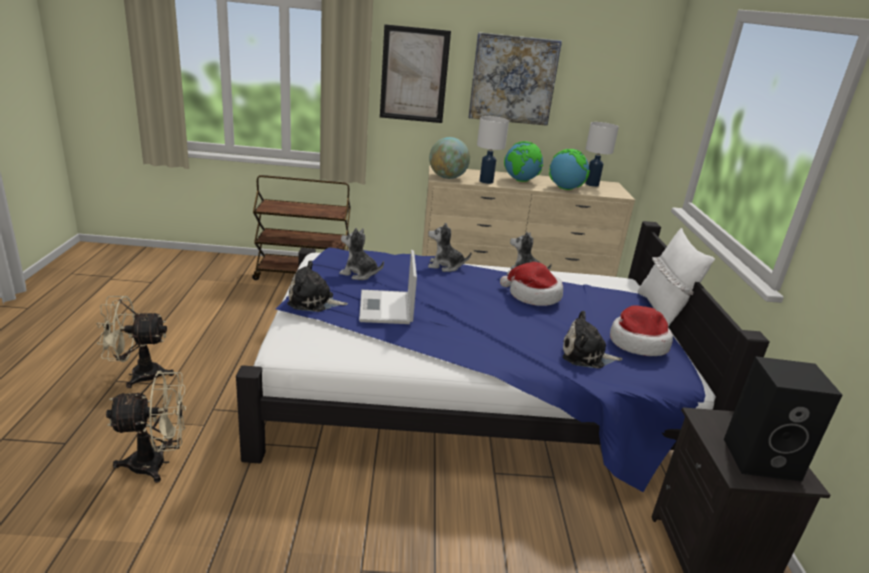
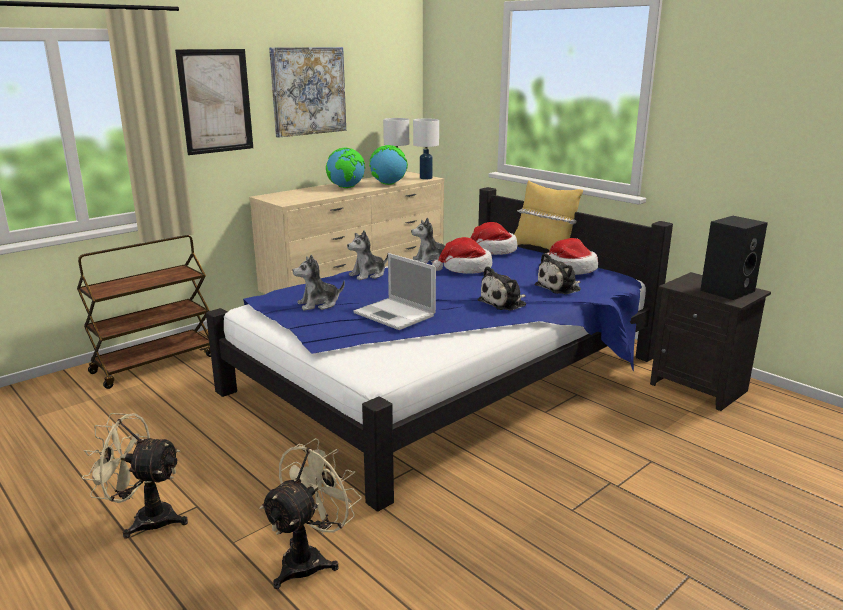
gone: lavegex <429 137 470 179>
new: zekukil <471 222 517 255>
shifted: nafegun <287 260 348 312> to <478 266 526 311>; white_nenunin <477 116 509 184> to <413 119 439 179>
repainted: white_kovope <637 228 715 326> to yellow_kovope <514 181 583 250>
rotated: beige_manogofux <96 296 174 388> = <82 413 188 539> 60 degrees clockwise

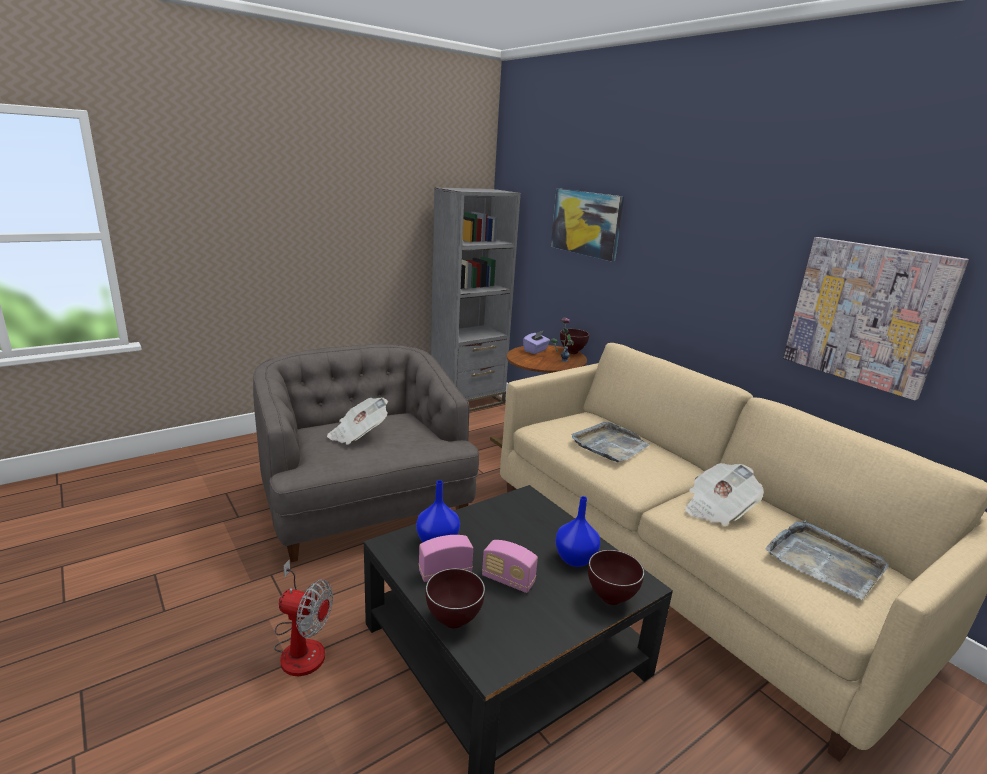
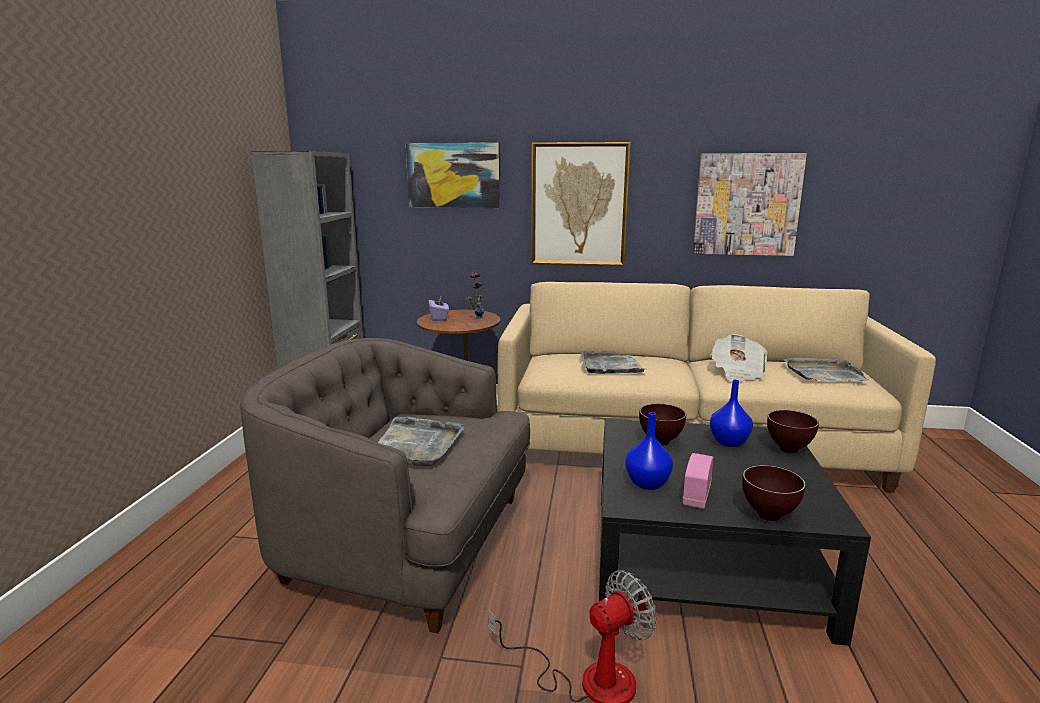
gone: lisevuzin <482 540 538 593>
new: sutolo <531 142 630 266>
shifted: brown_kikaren <560 329 589 354> to <639 404 686 446>
swapped: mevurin <327 398 388 445> to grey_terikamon <378 417 465 466>

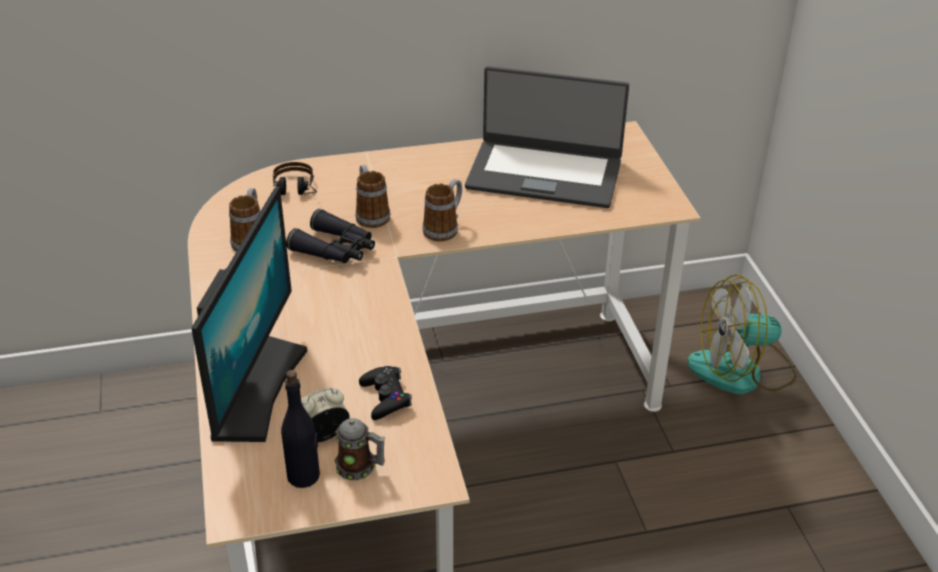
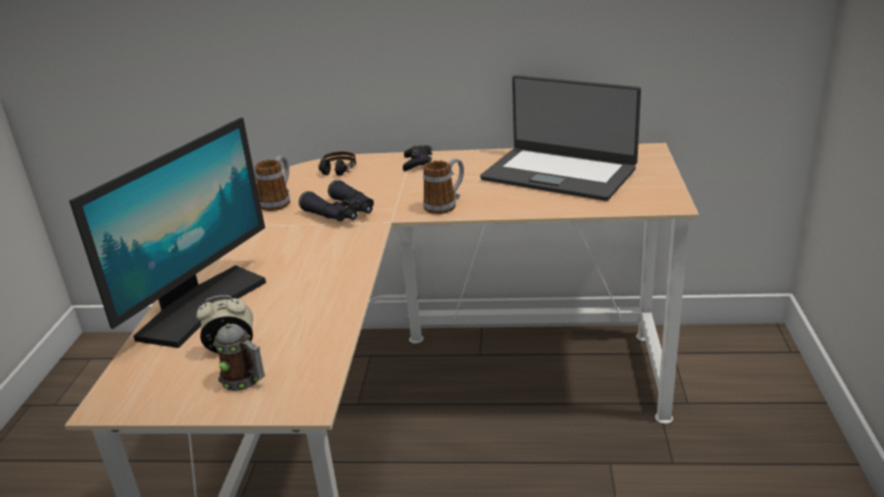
gone: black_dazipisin <281 370 320 488>; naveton <355 165 390 228>; manogofux <687 274 796 394>
shifted: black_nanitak <359 366 412 420> to <403 145 432 171>

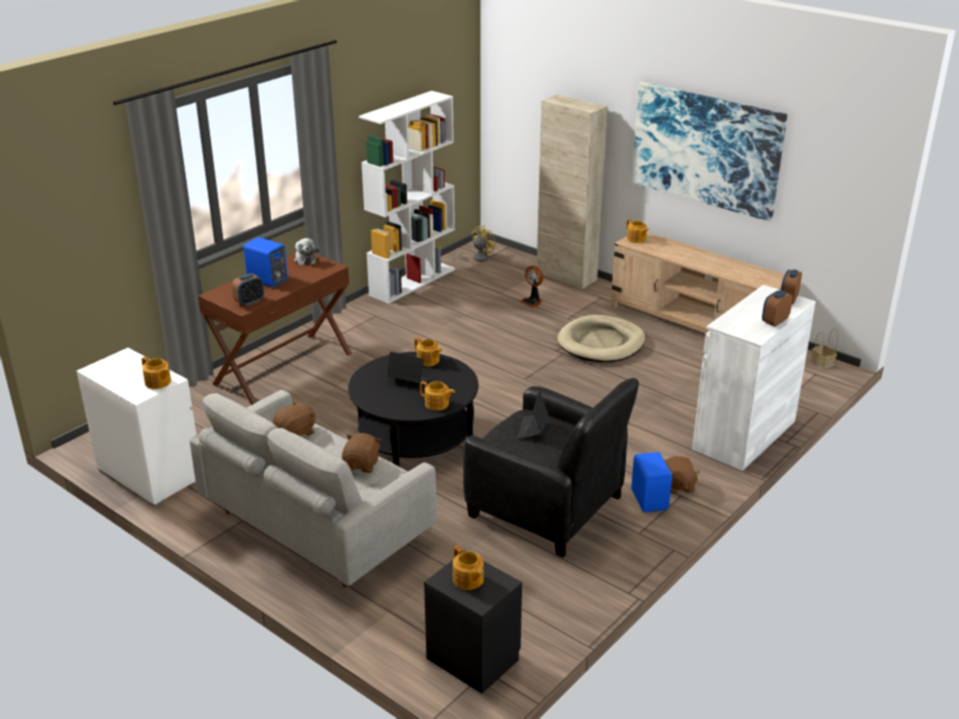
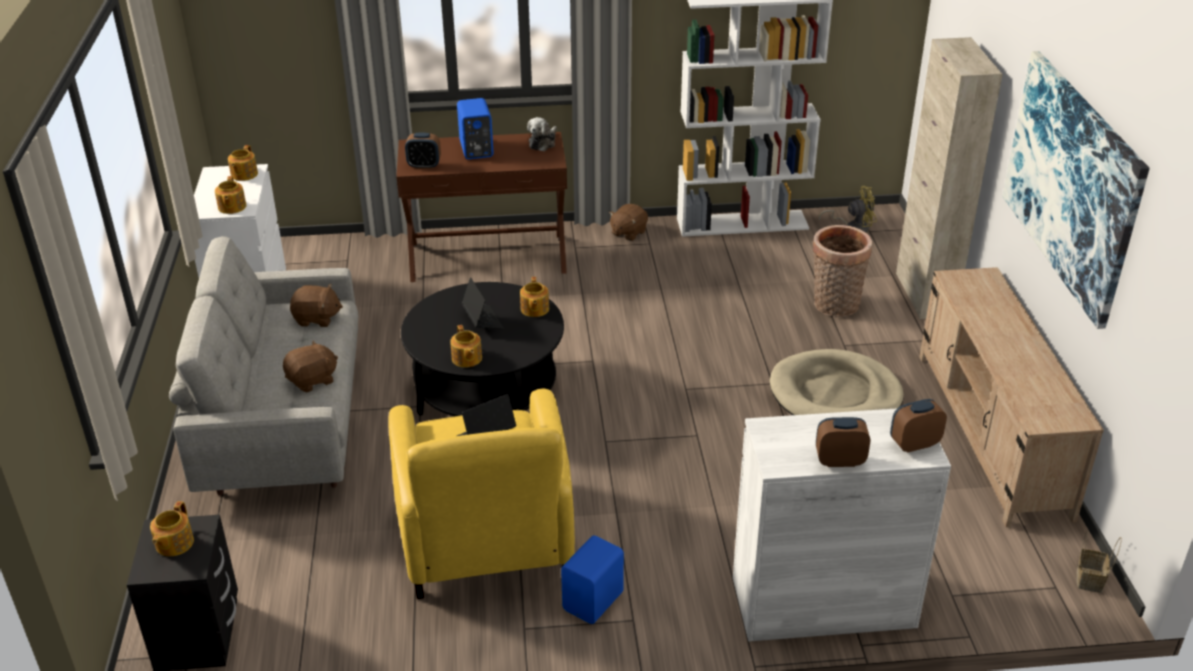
shifted: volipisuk <626 219 649 243> to <228 145 258 181>; brown_nafegun <665 456 700 494> to <609 204 648 241>
swapped: manogofux <520 265 543 308> to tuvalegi <813 225 872 317>
repainted: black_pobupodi <463 378 639 557> to yellow_pobupodi <388 389 575 599>

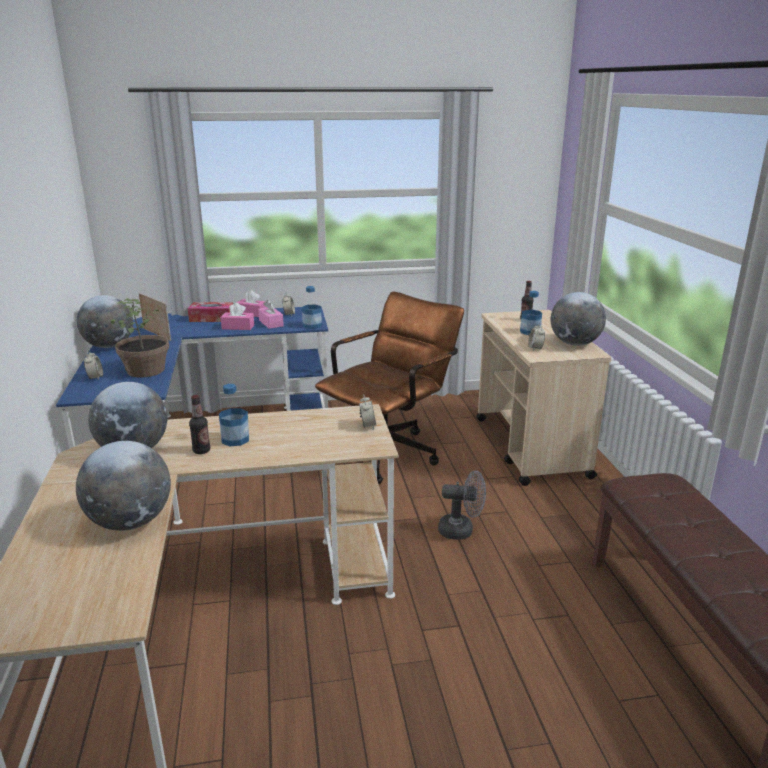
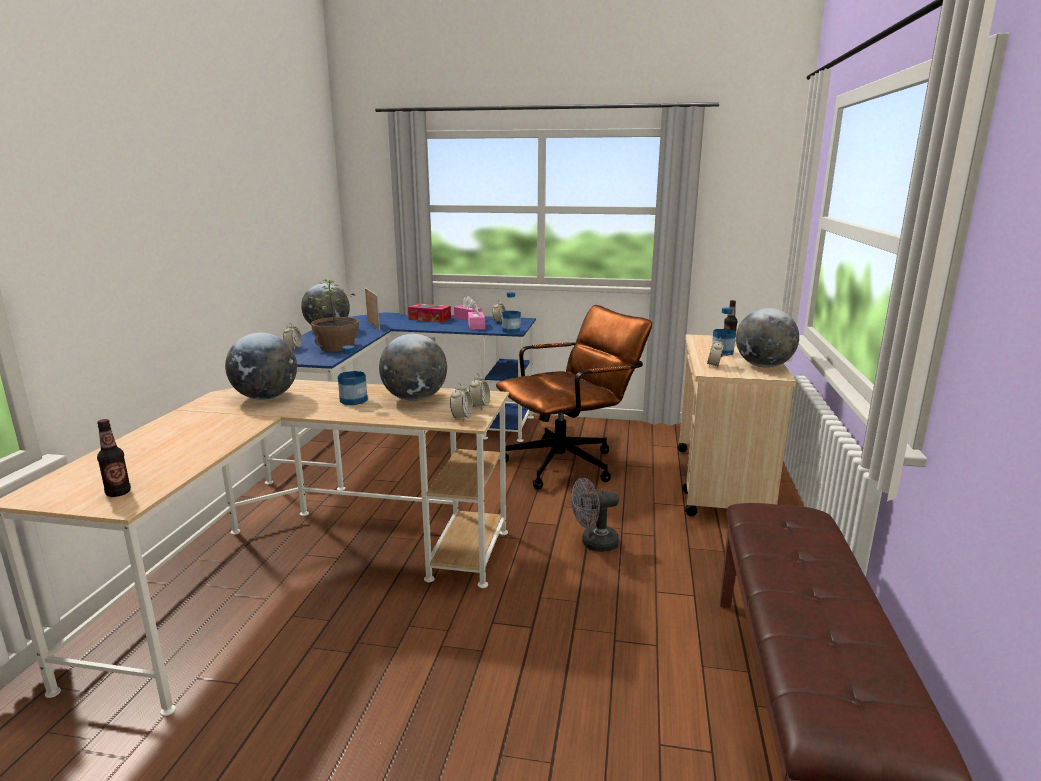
gone: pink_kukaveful <221 303 254 330>
new: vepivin <450 383 473 421>
shifted: lavegex <76 441 171 531> to <379 334 447 401>; dazipisin <189 395 210 454> to <97 419 131 497>
rotated: grey_manogofux <438 470 486 540> = <571 478 619 552> 135 degrees clockwise

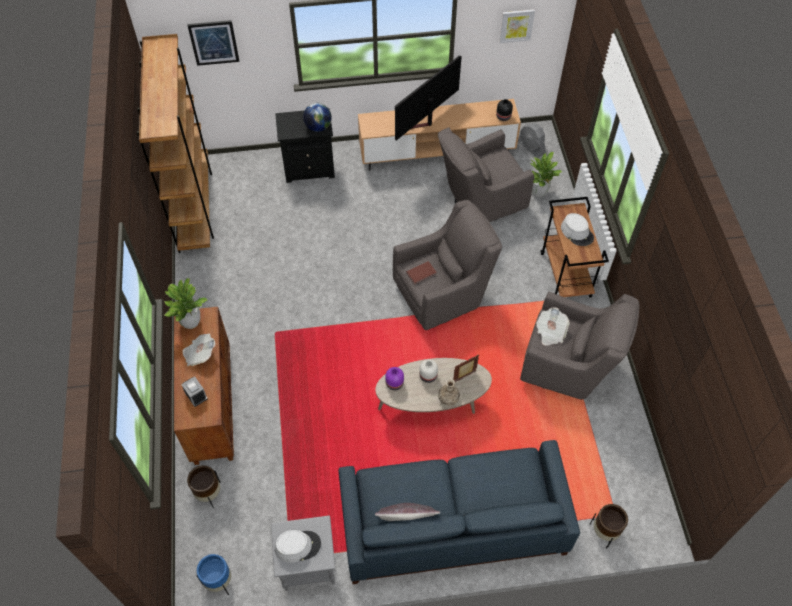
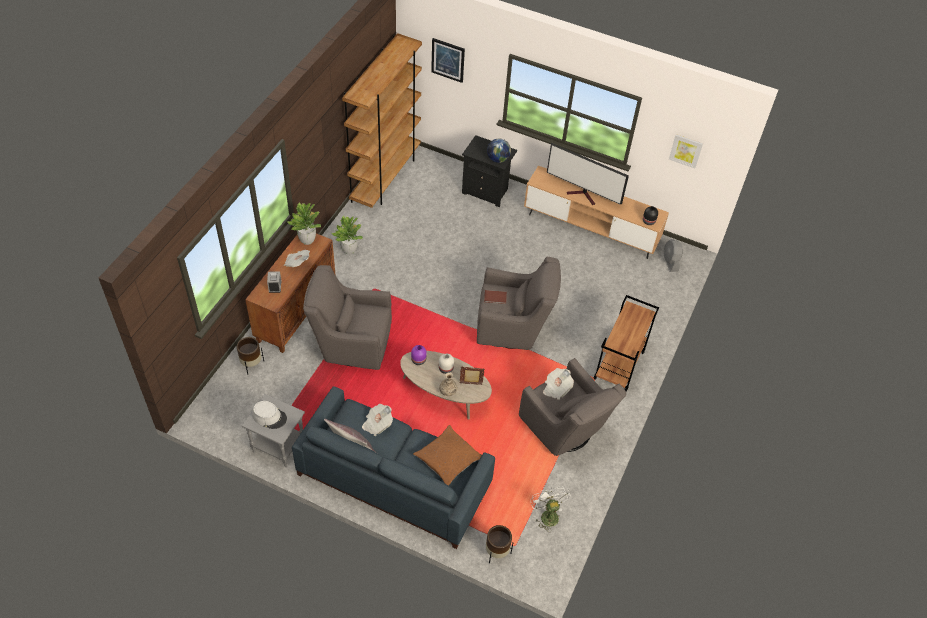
gone: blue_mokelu <196 554 231 595>; grey_zekukil <561 213 594 246>
new: mevurin <362 404 393 436>; brown_kovope <413 425 482 486>; white_manogofux <530 486 571 532>
shifted: grey_pobupodi <438 127 534 222> to <303 265 392 370>; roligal <530 152 562 198> to <332 216 363 255>
rotated: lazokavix <395 56 462 141> = <547 143 629 205> 135 degrees counterclockwise

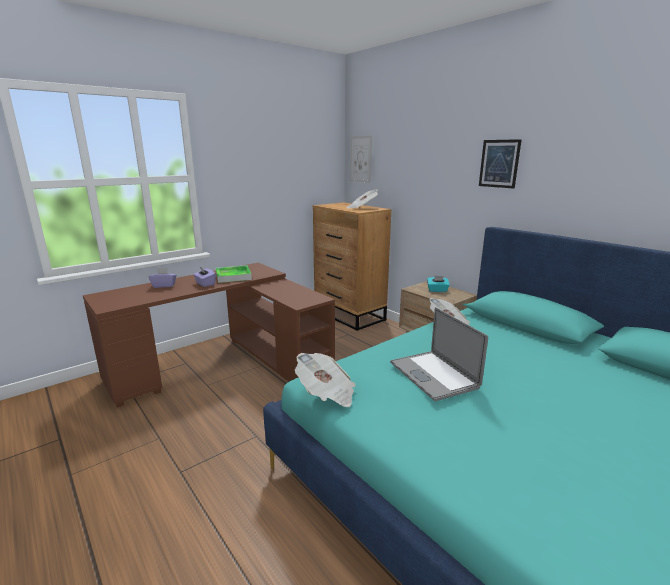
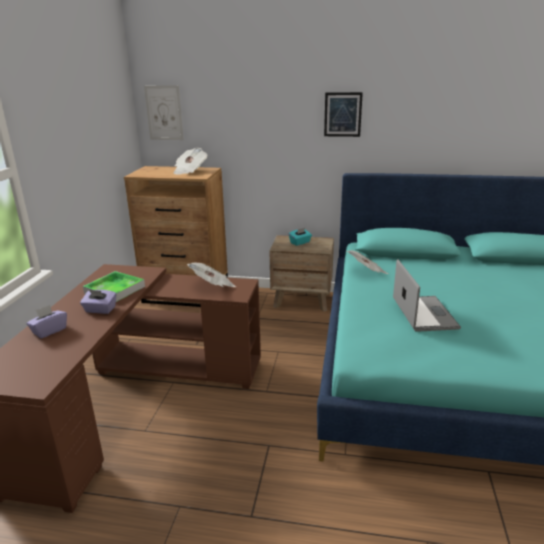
shifted: mevurin <295 353 355 407> to <187 263 236 287>
rotated: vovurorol <390 307 488 401> = <393 259 461 332> 120 degrees counterclockwise

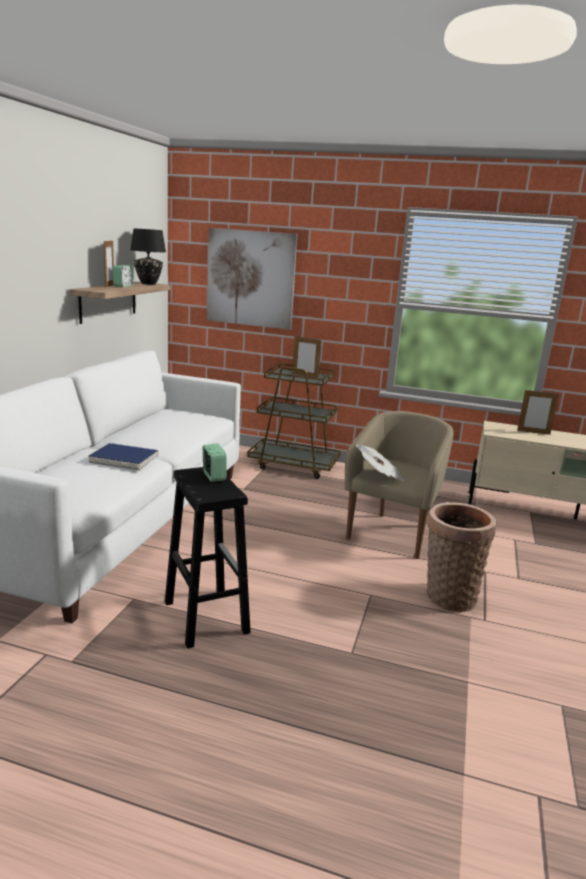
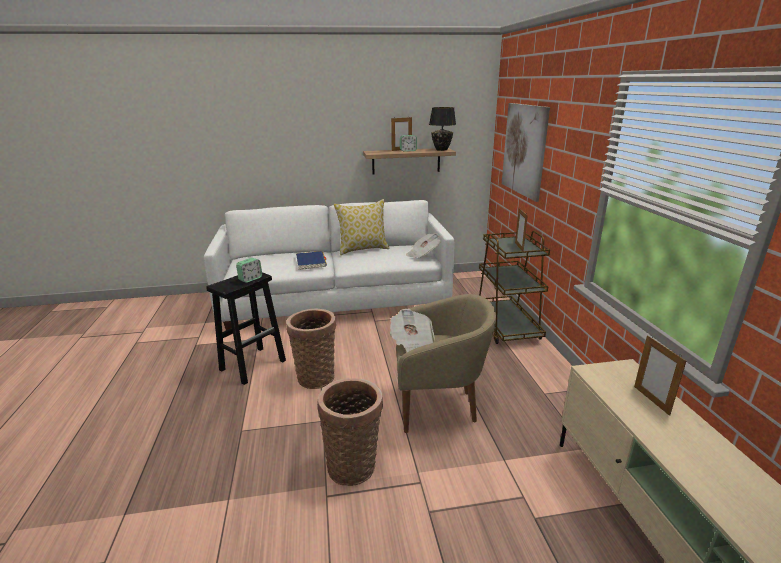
new: tuvalegi <286 308 336 389>; kovope <334 199 390 255>; mevurin <406 233 441 258>

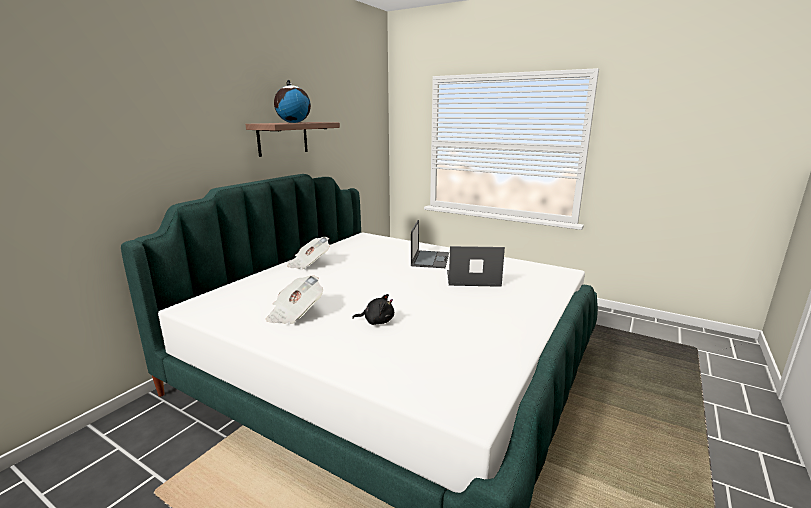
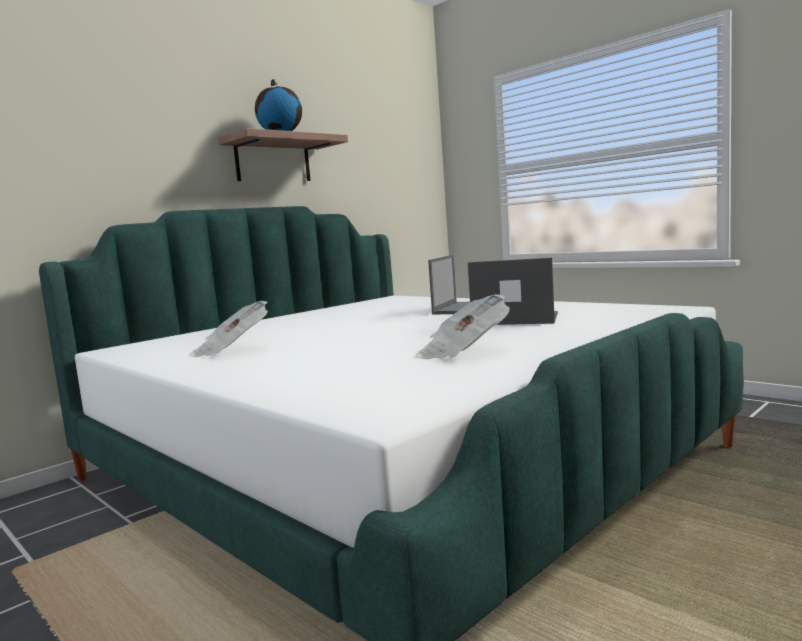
gone: black_nafegun <352 294 394 325>
shifted: mevurin <287 237 330 269> to <415 294 510 359>

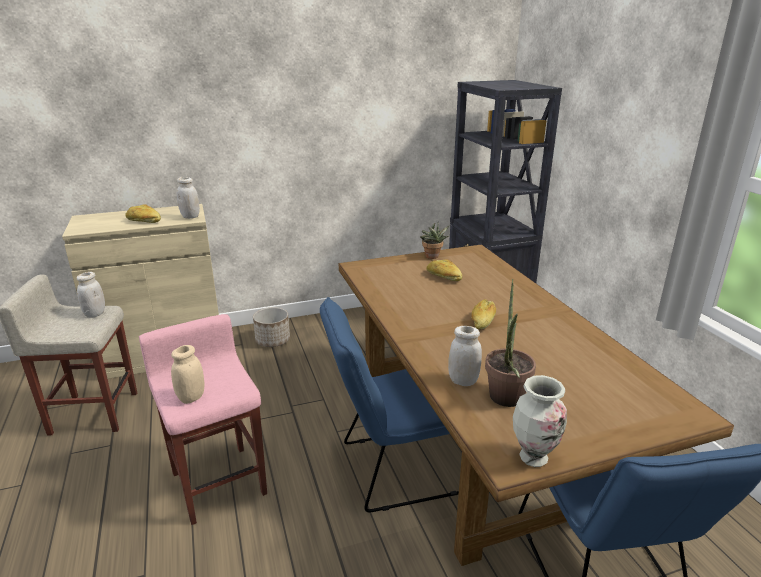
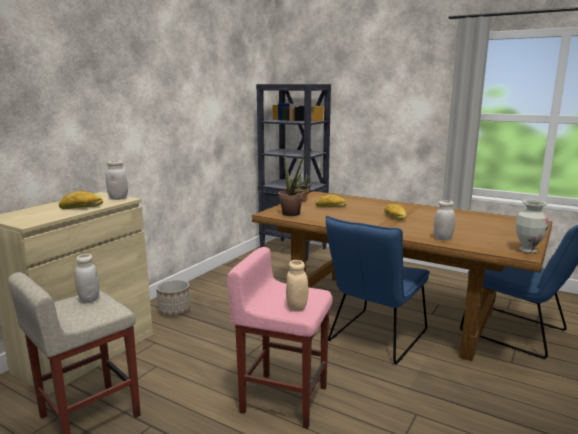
shifted: roligal <485 279 536 407> to <279 152 306 216>

